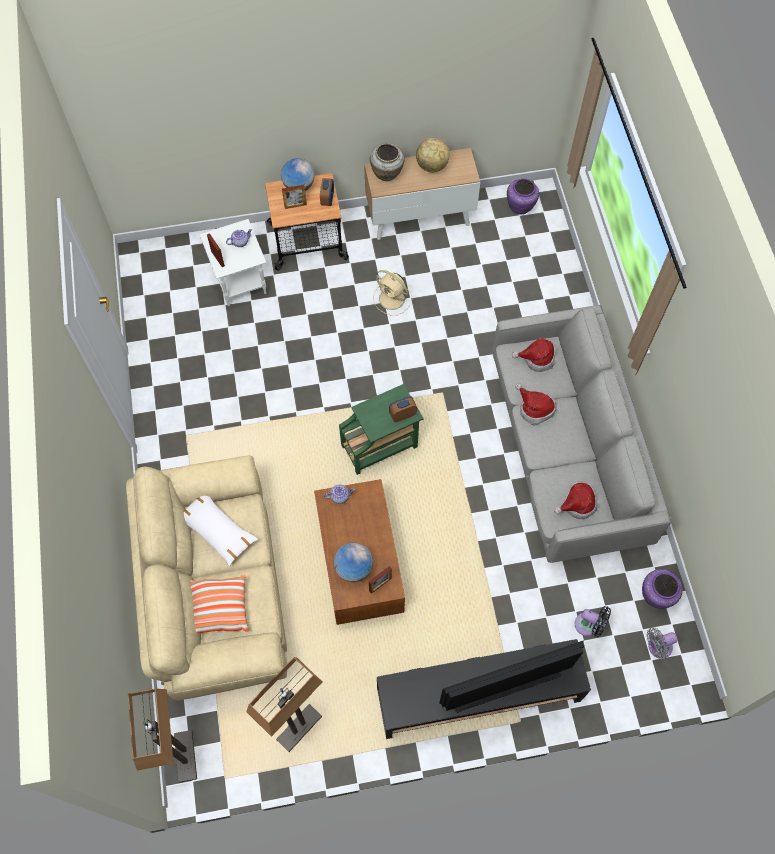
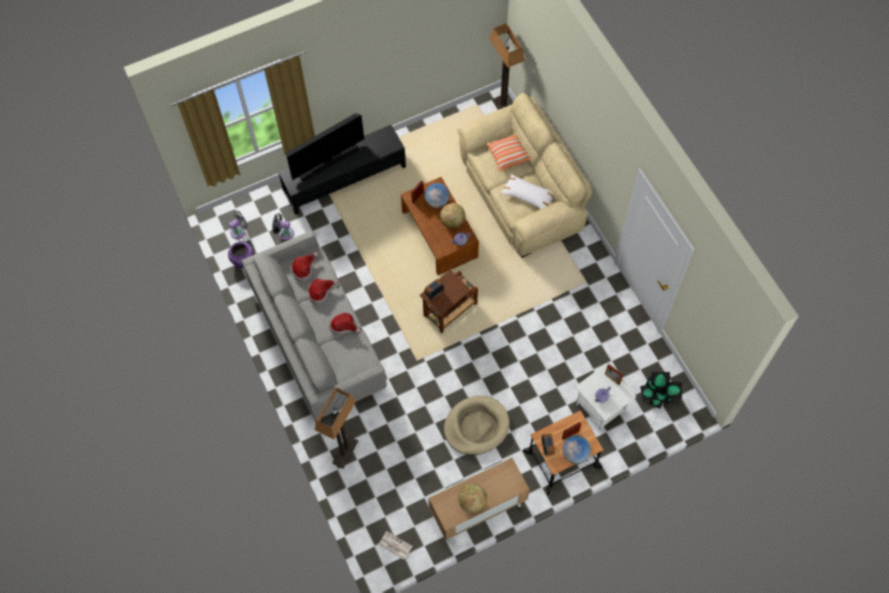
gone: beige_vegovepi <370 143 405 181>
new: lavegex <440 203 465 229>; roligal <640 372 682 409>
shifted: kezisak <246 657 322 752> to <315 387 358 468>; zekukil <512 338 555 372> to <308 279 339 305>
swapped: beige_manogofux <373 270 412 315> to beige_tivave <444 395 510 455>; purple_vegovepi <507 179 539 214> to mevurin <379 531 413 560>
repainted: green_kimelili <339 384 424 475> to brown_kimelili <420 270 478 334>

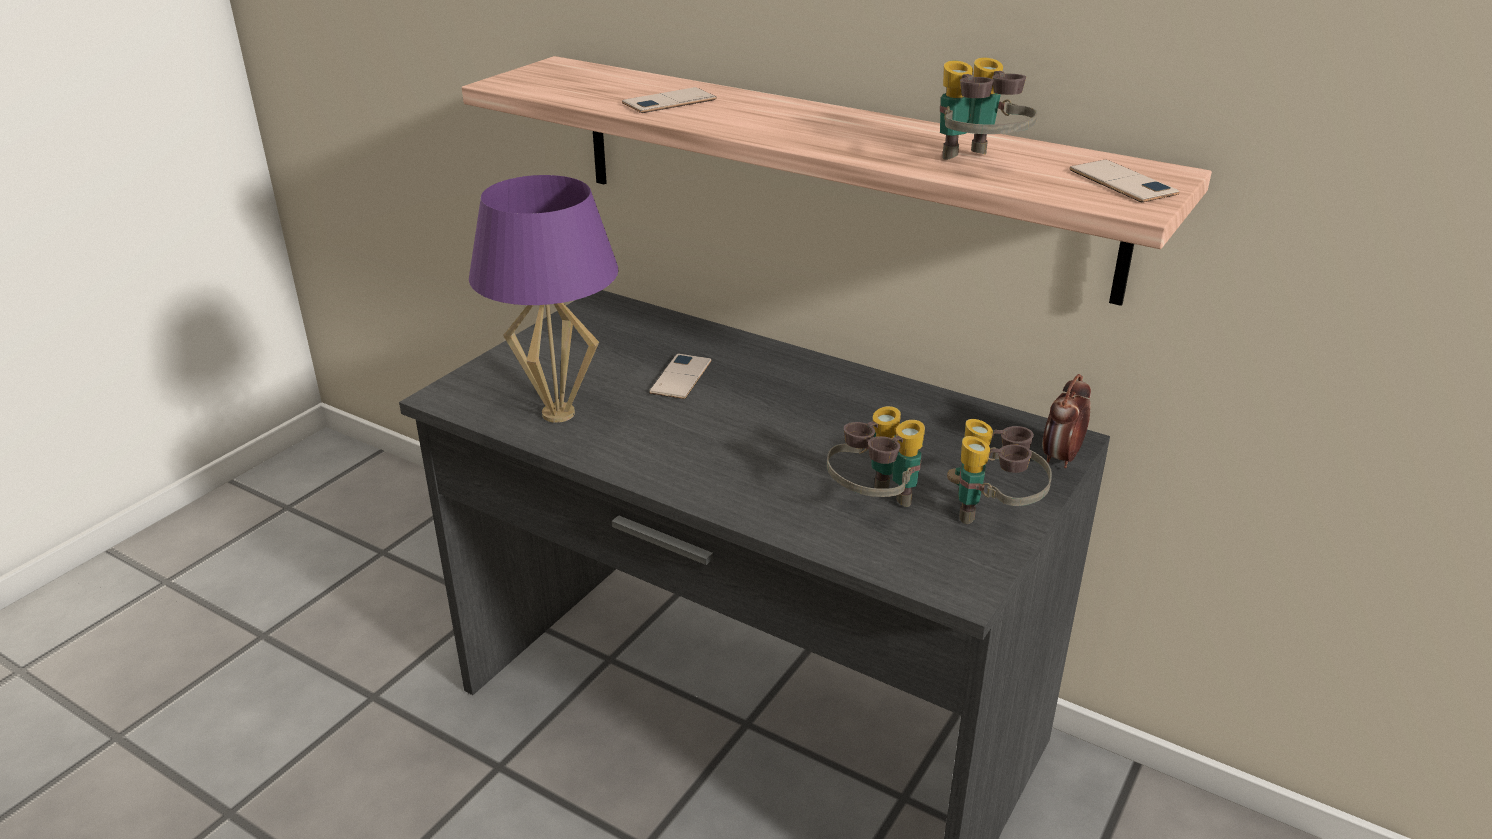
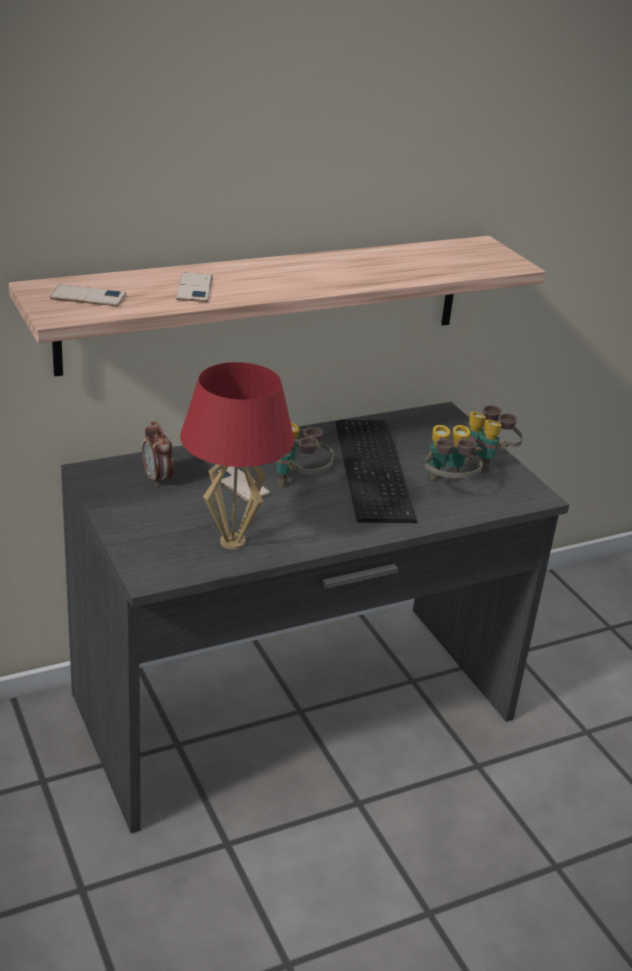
new: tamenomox <335 420 417 523>
shifted: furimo <940 57 1037 160> to <275 422 334 487>; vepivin <1042 374 1091 468> to <142 421 174 487>; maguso <1070 160 1179 202> to <50 285 126 306>
repainted: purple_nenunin <469 175 619 423> to red_nenunin <180 362 294 550>

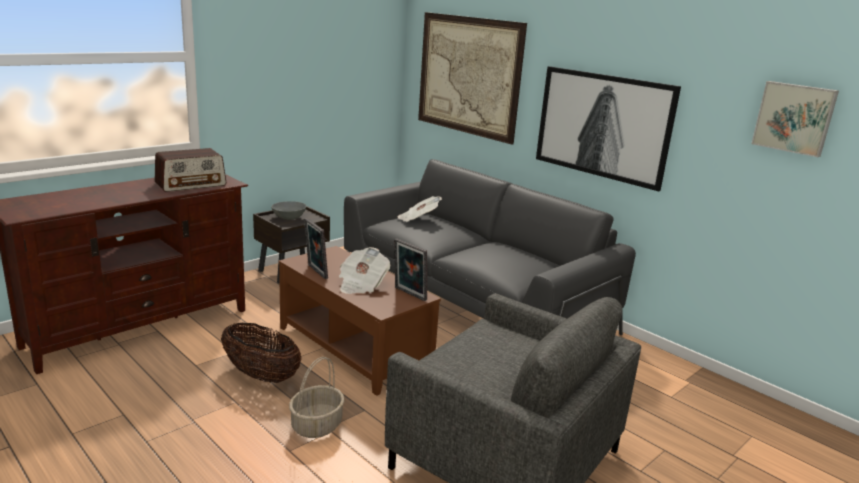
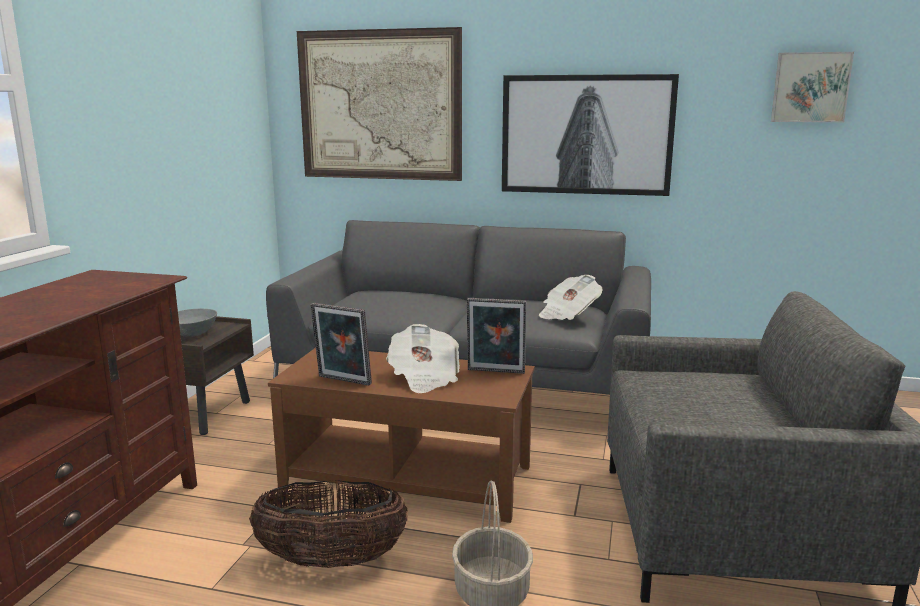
gone: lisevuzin <154 148 227 192>
shifted: mevurin <398 196 442 222> to <539 275 602 320>

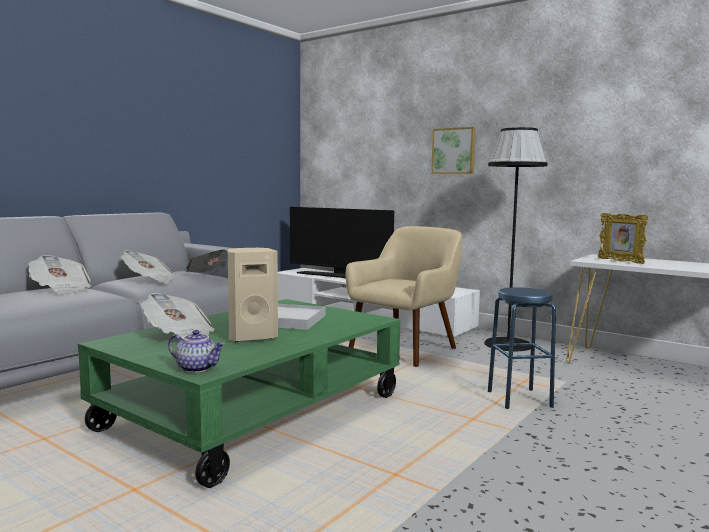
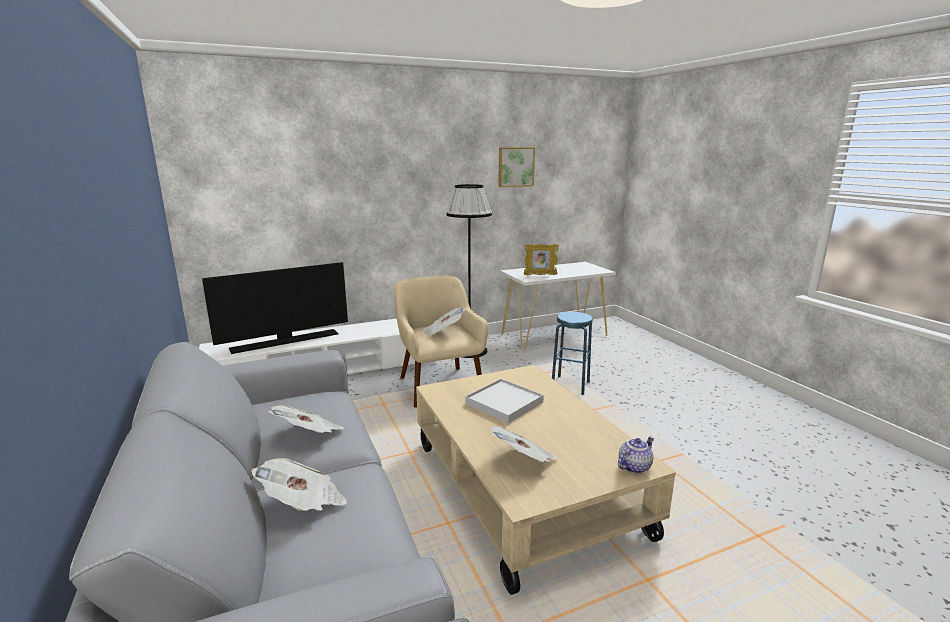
gone: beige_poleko <228 248 278 342>
shifted: mevurin <186 250 228 272> to <422 308 465 336>; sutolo <431 127 476 174> to <498 147 535 187>
repainted: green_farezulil <78 299 401 488> to beige_farezulil <416 365 676 595>

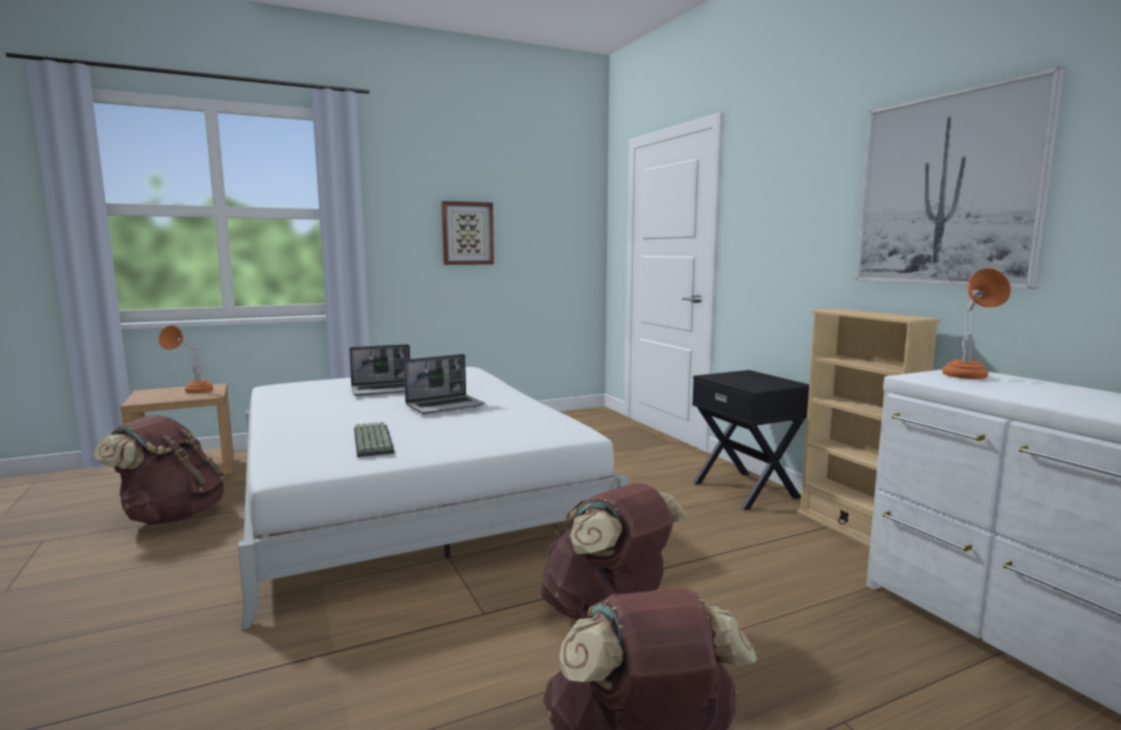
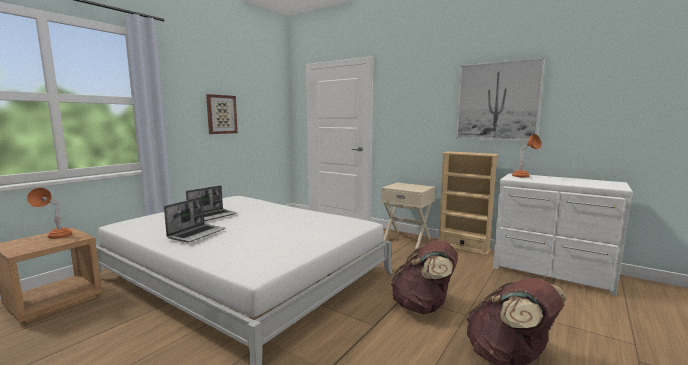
gone: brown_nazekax <94 415 225 524>; tamenomox <354 422 394 457>
shifted: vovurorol <404 354 485 414> to <164 197 225 242>
repainted: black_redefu <692 370 809 511> to beige_redefu <381 182 435 249>

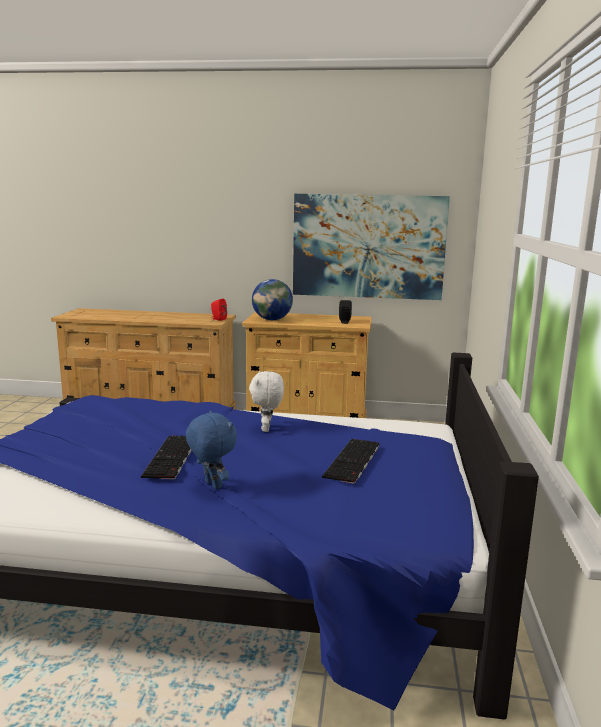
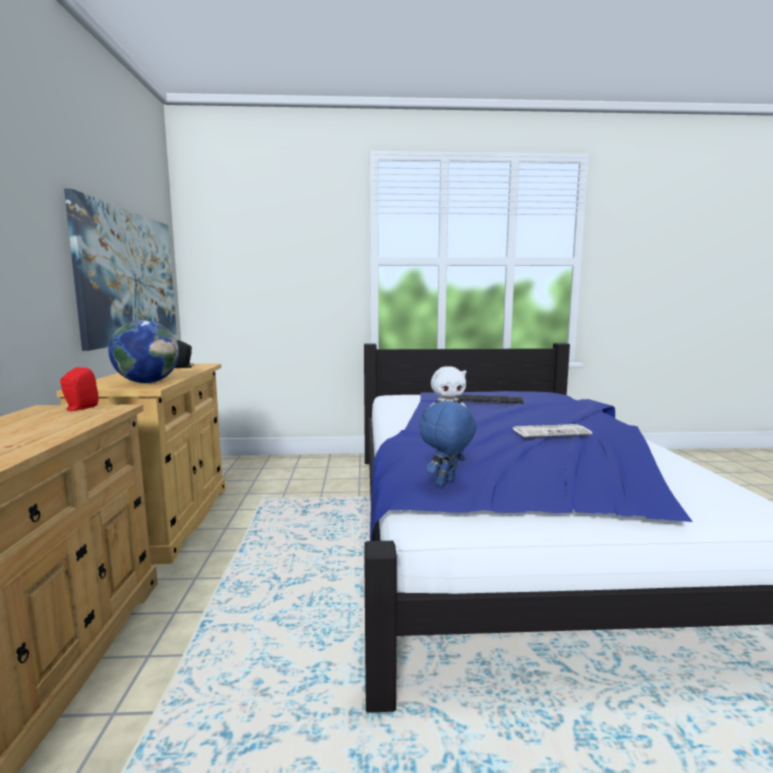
shifted: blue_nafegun <186 411 237 489> to <419 401 476 486>
swapped: tamenomox <141 436 192 479> to mevurin <513 424 592 437>

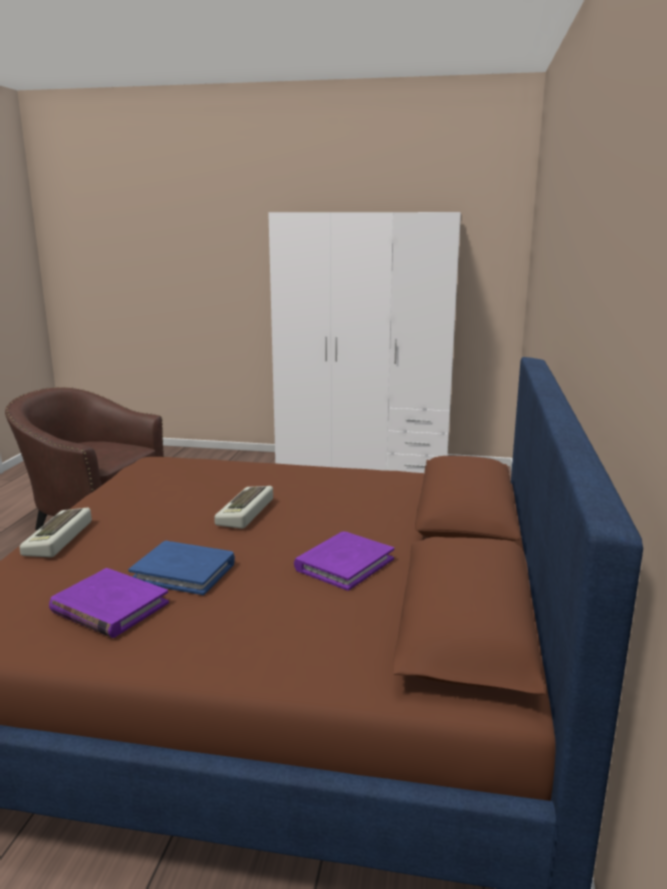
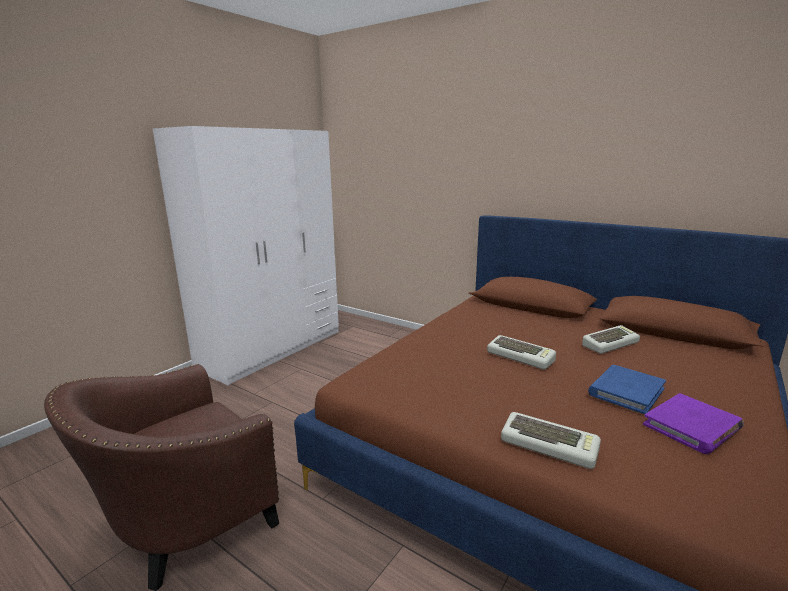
swapped: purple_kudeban <294 532 394 591> to tamenomox <582 325 640 354>

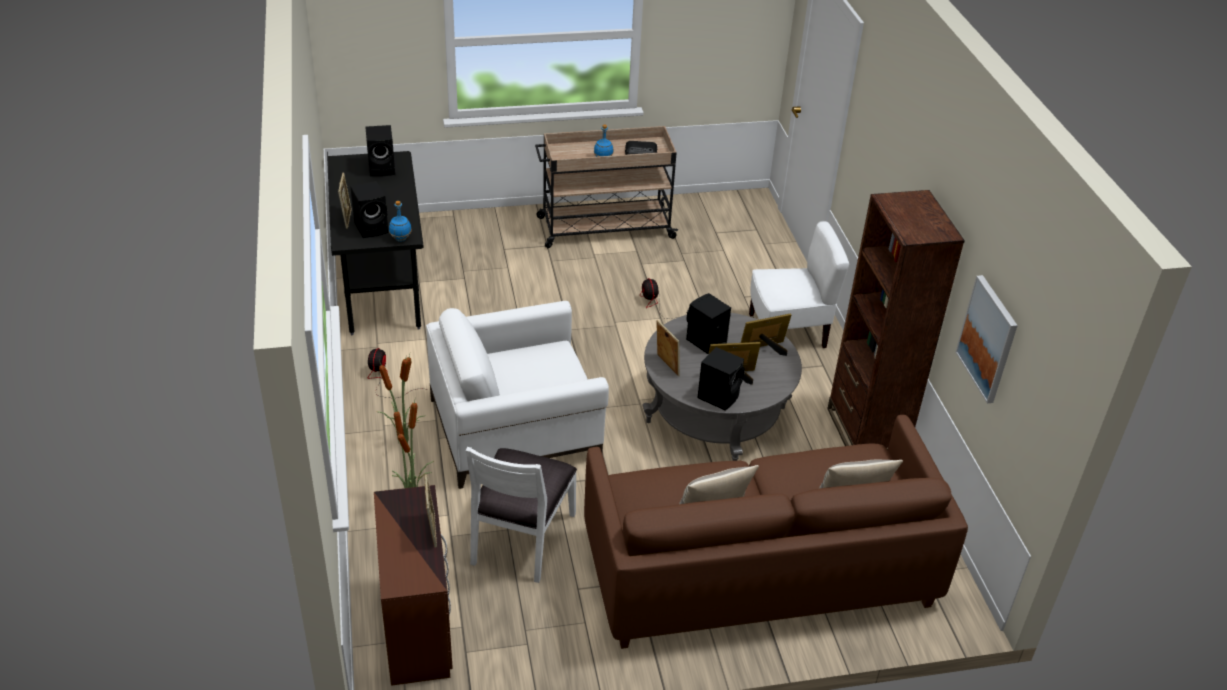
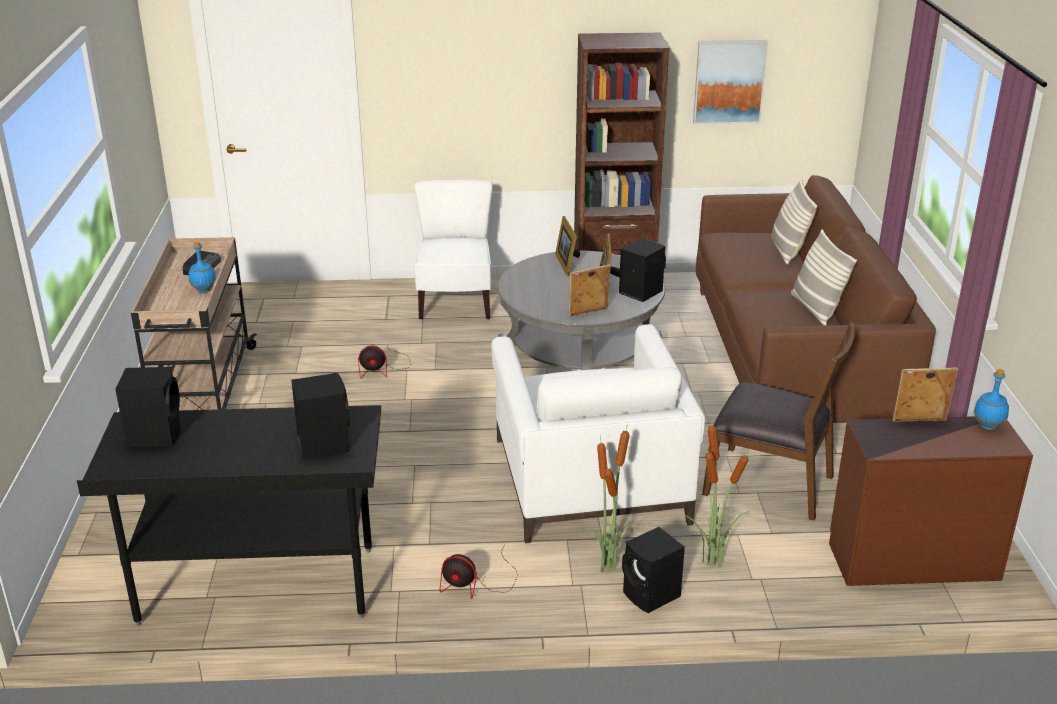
gone: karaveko <338 172 352 229>
shifted: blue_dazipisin <389 201 412 242> to <974 369 1009 430>; black_poleko <686 293 731 354> to <622 527 685 613>
repainted: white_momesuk <466 447 577 583> to brown_momesuk <702 322 856 521>

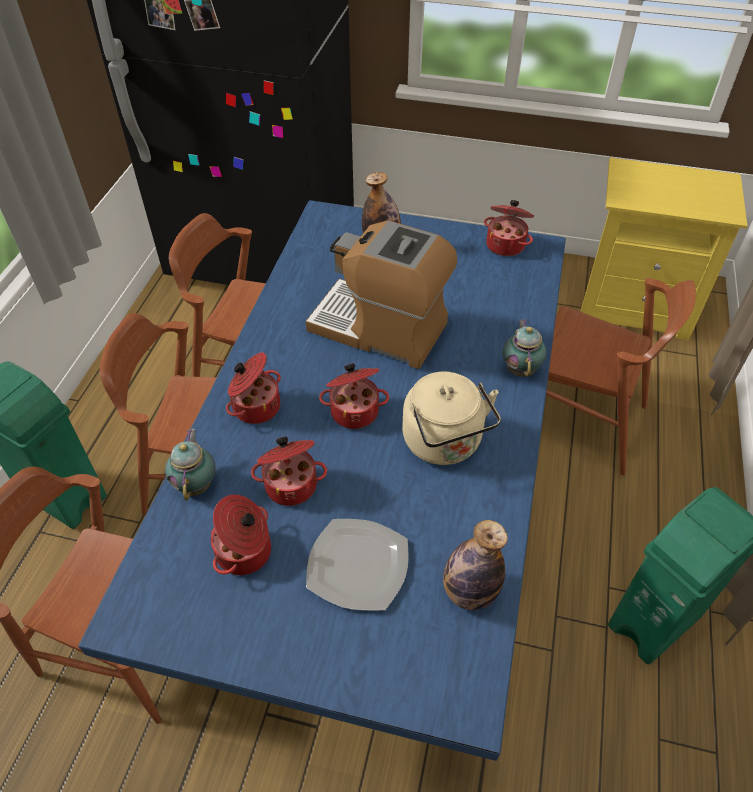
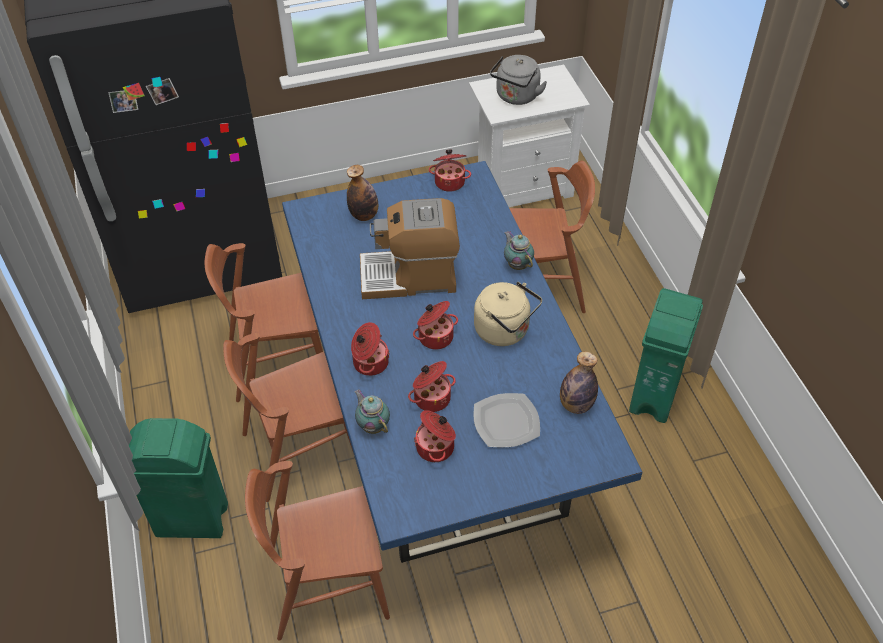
new: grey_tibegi <490 55 547 105>
repainted: yellow_redefu <580 157 747 340> to white_redefu <469 65 590 207>

